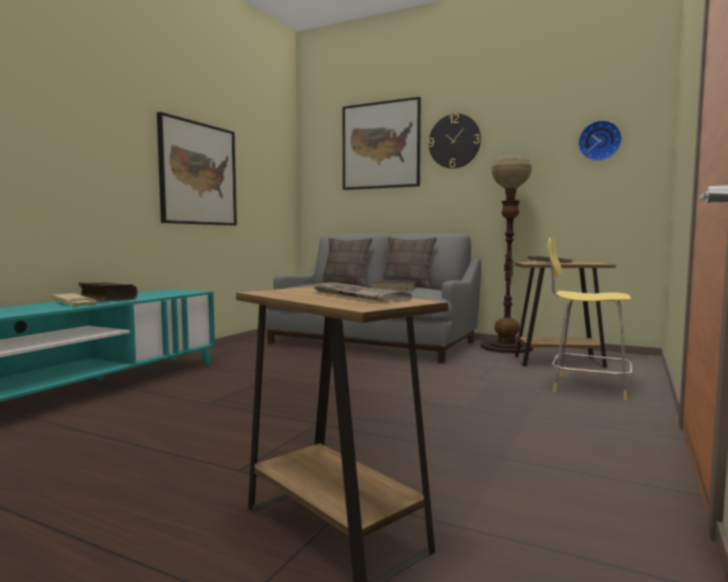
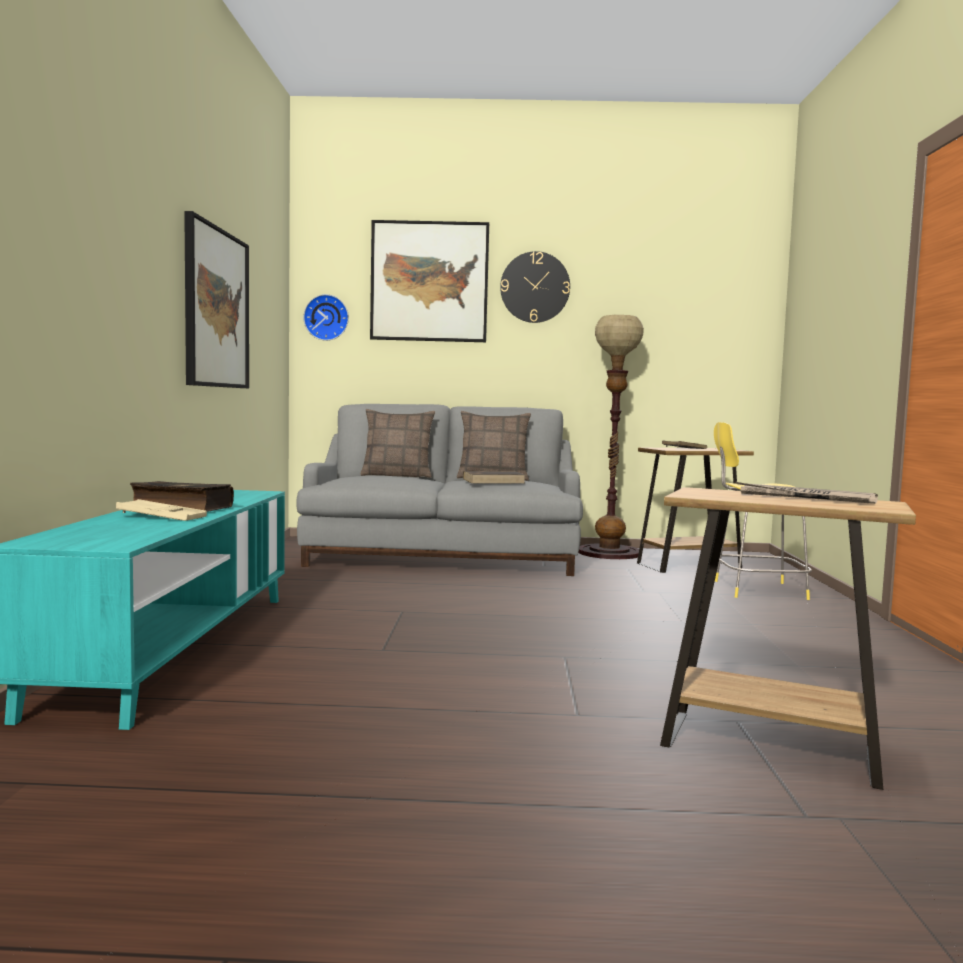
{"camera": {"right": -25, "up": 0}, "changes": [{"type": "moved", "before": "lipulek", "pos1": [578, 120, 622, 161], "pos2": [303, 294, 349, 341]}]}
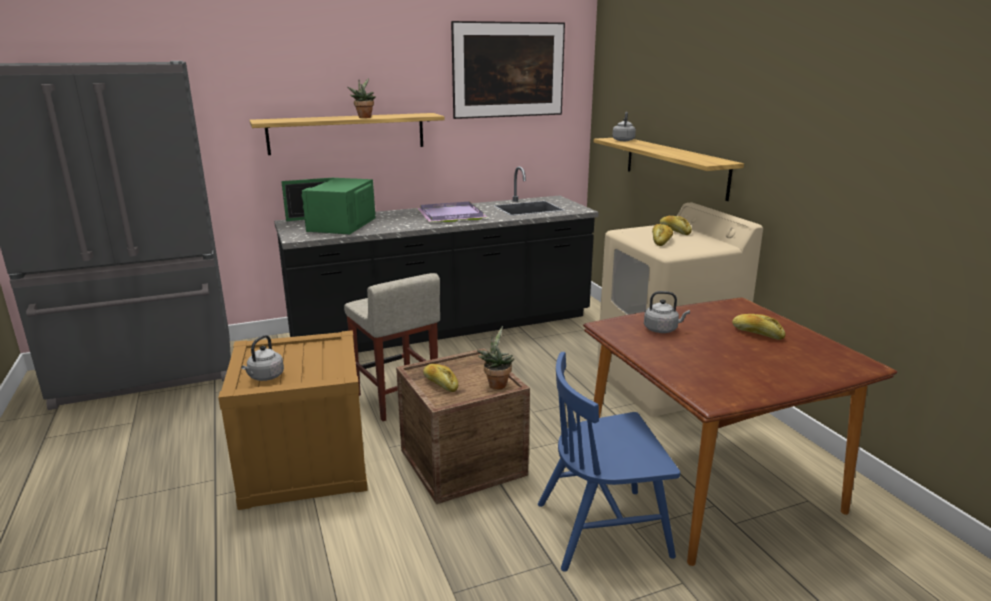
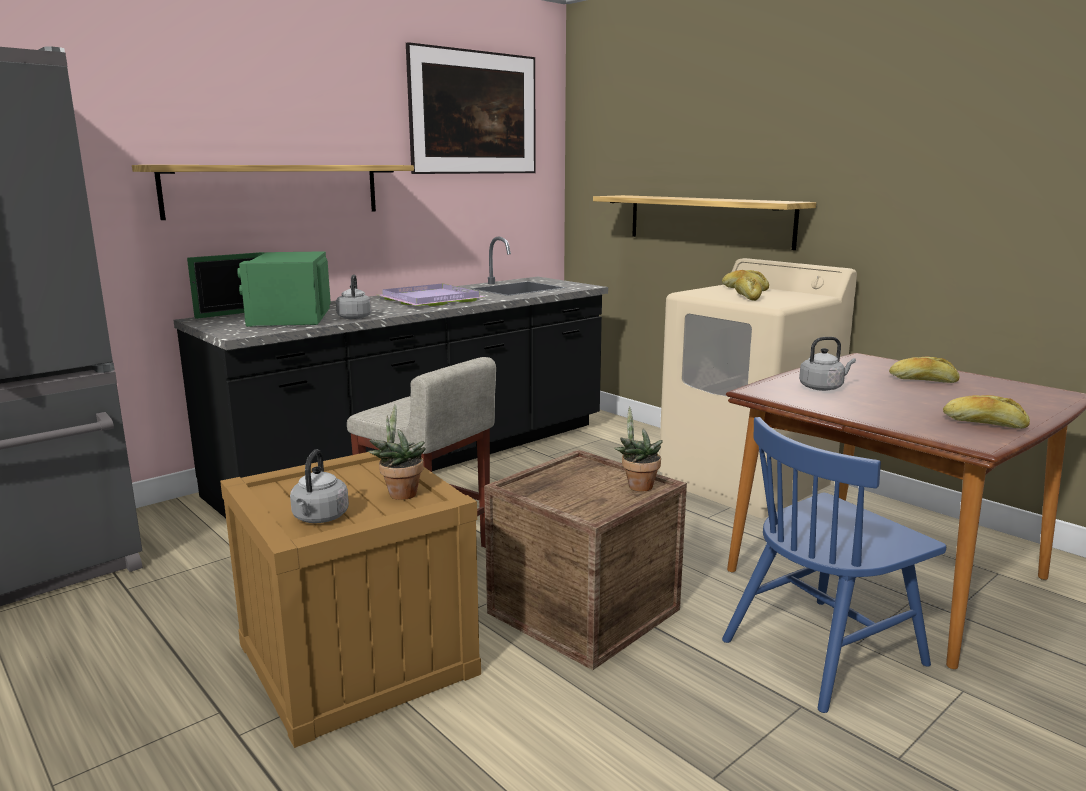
{"camera": {"right": -20, "up": -5}, "changes": [{"type": "moved", "before": "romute", "pos1": [348, 78, 376, 118], "pos2": [368, 404, 426, 500]}, {"type": "moved", "before": "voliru", "pos1": [423, 364, 458, 392], "pos2": [943, 395, 1030, 429]}, {"type": "moved", "before": "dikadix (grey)", "pos1": [612, 112, 636, 141], "pos2": [336, 275, 372, 319]}]}
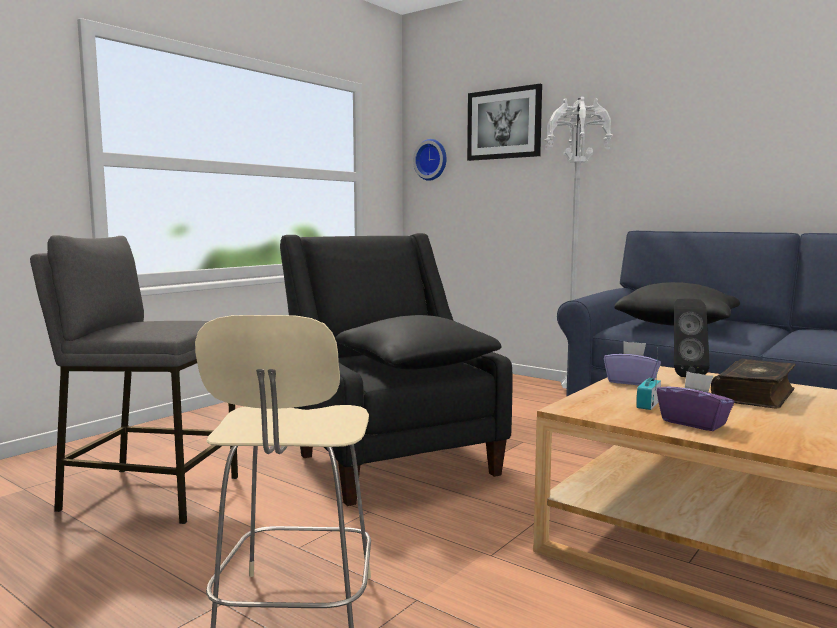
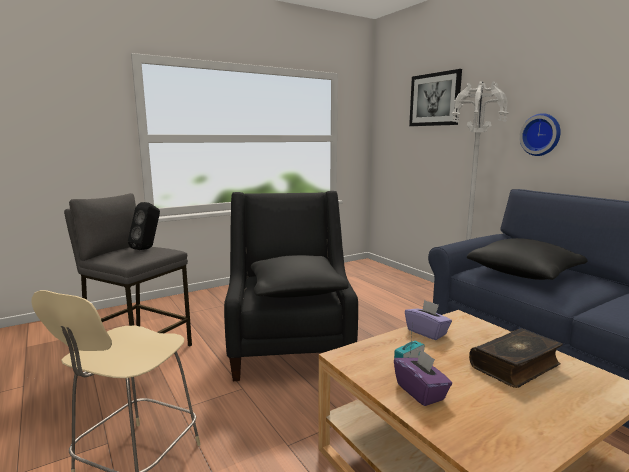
{"camera": {"right": 20, "up": 5}, "changes": [{"type": "moved", "before": "lipulek", "pos1": [413, 139, 446, 181], "pos2": [519, 113, 561, 156]}, {"type": "moved", "before": "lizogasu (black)", "pos1": [674, 299, 710, 377], "pos2": [128, 202, 160, 250]}]}
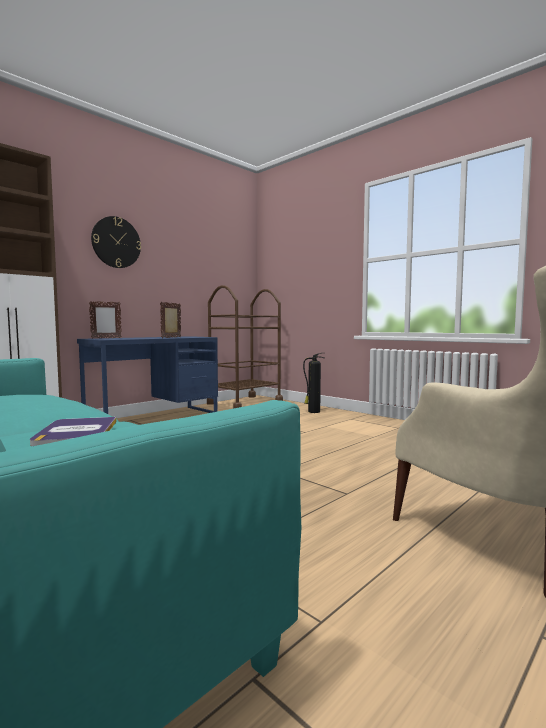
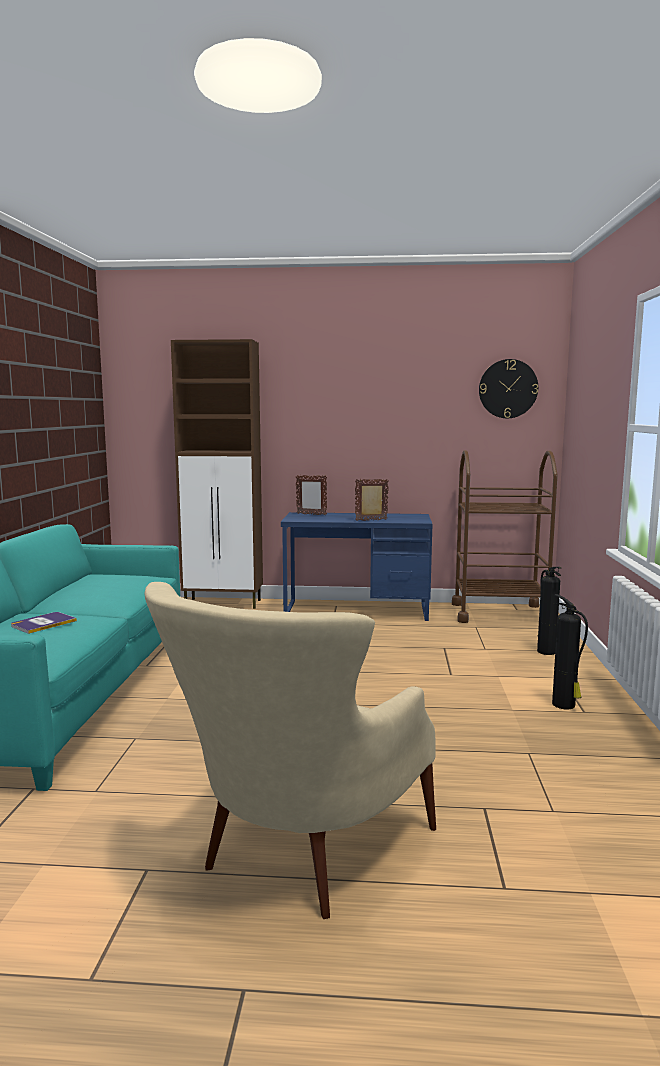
{"camera": {"right": 50, "up": 5}, "changes": [{"type": "moved", "before": "lipulek", "pos1": [91, 216, 141, 268], "pos2": [479, 359, 538, 418]}, {"type": "added", "after": "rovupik", "pos2": [552, 594, 588, 709]}]}
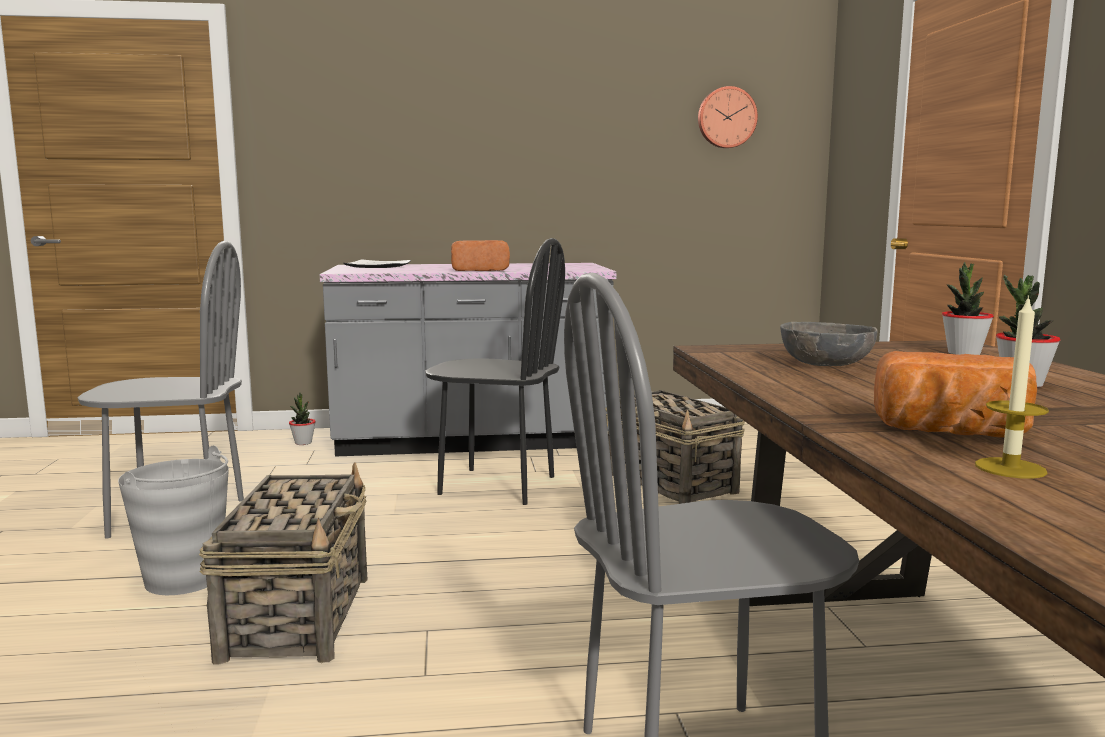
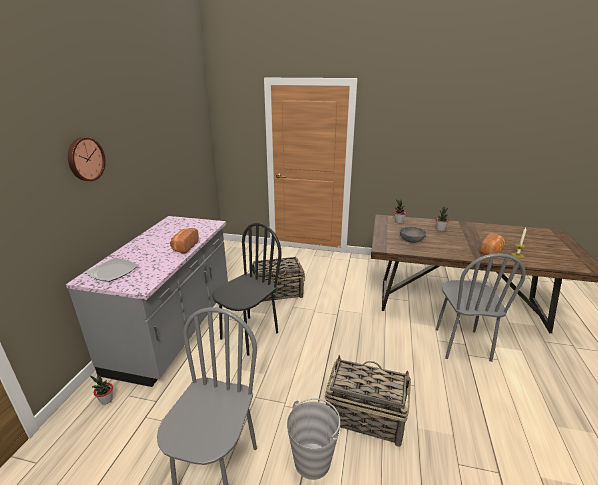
{"camera": {"right": -70, "up": 15}, "changes": [{"type": "moved", "before": "lipulek", "pos1": [698, 86, 758, 148], "pos2": [68, 137, 106, 181]}]}
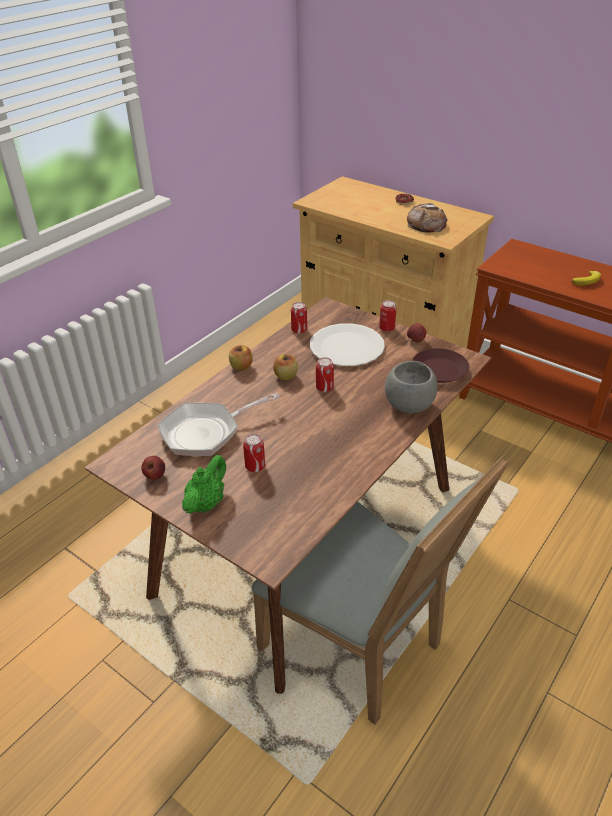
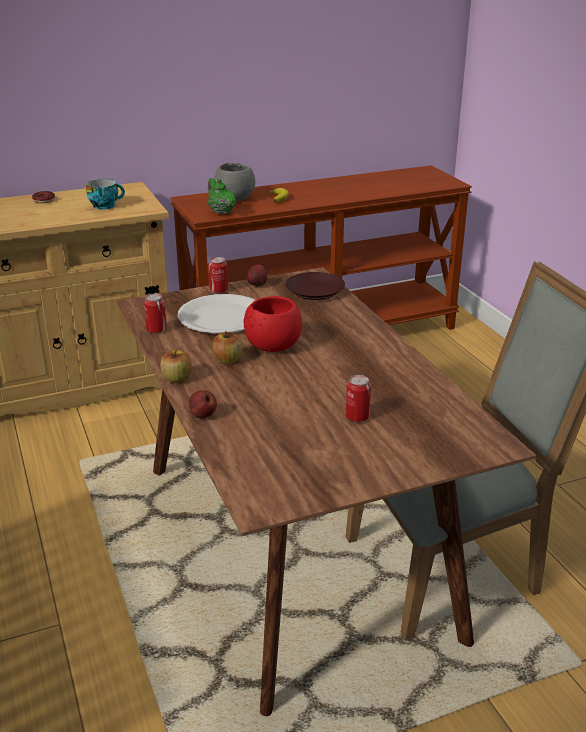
{"camera": {"right": -60, "up": -10}, "changes": [{"type": "moved", "before": "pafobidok", "pos1": [141, 456, 165, 480], "pos2": [189, 390, 217, 419]}, {"type": "removed", "before": "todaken", "pos1": [158, 393, 281, 456]}, {"type": "moved", "before": "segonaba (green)", "pos1": [182, 455, 226, 513], "pos2": [208, 178, 236, 214]}, {"type": "replaced", "before": "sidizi", "after": "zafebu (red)", "pos1": [316, 357, 334, 392], "pos2": [244, 296, 302, 352]}, {"type": "moved", "before": "zafebu (grey)", "pos1": [385, 361, 438, 413], "pos2": [215, 163, 255, 201]}, {"type": "replaced", "before": "voliru", "after": "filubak", "pos1": [407, 203, 448, 233], "pos2": [86, 178, 125, 210]}]}
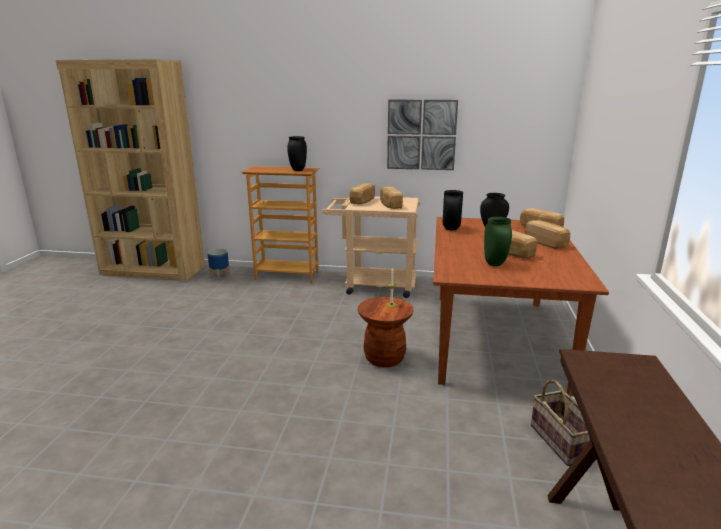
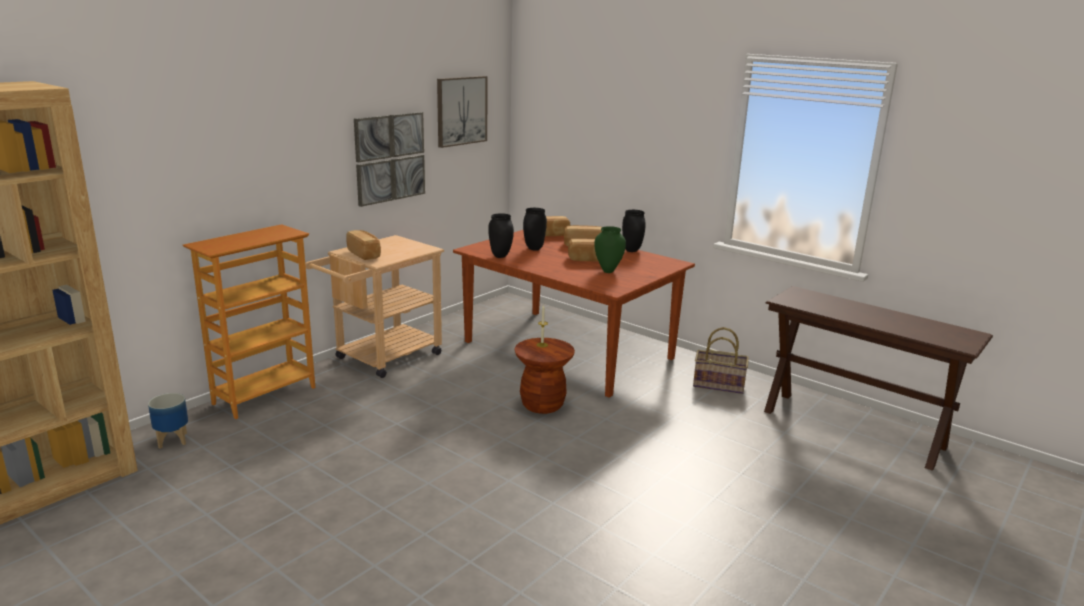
{"camera": {"right": -60, "up": 0}, "changes": [{"type": "moved", "before": "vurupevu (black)", "pos1": [287, 136, 307, 171], "pos2": [622, 210, 646, 252]}, {"type": "removed", "before": "voliru", "pos1": [380, 186, 403, 209]}, {"type": "added", "after": "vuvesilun", "pos2": [437, 76, 488, 148]}]}
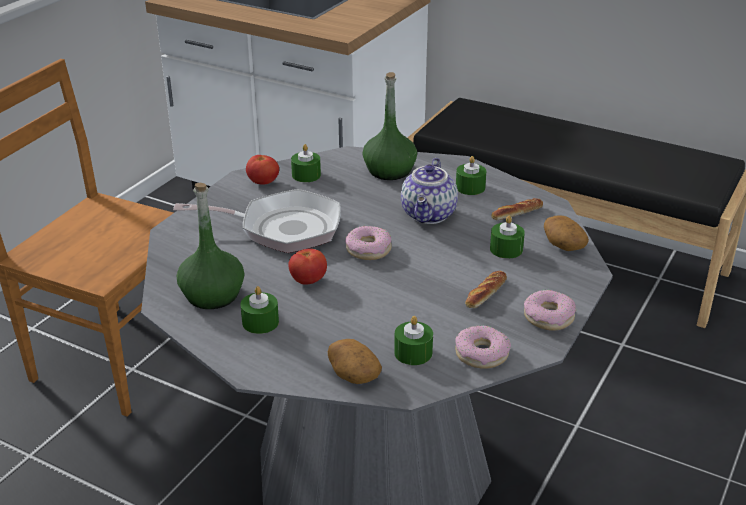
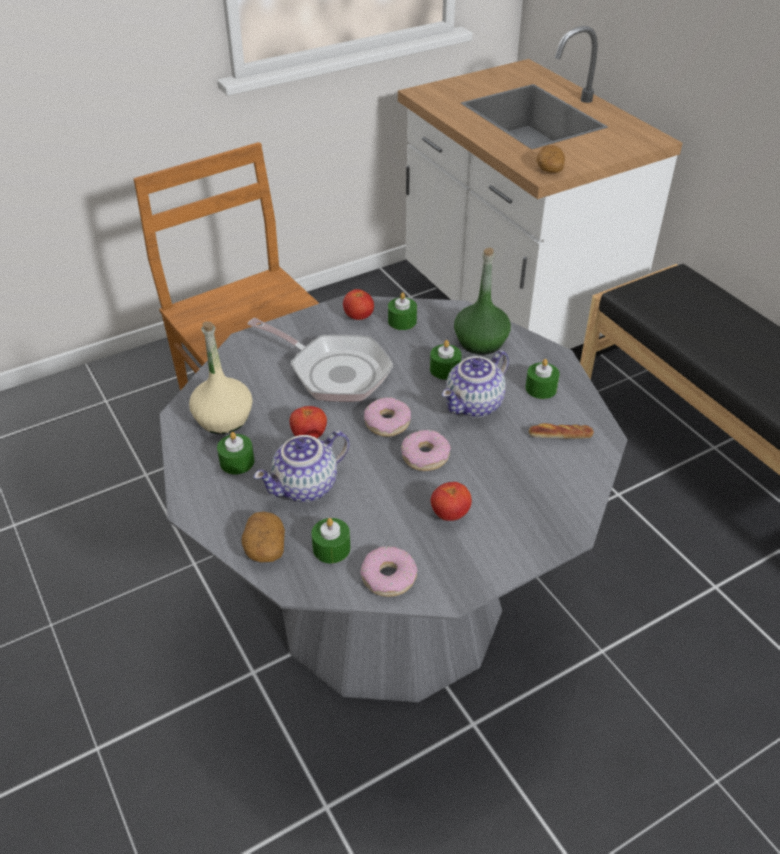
{"camera": {"right": 30, "up": 10}, "changes": [{"type": "recoloured", "before": "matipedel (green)", "after": "matipedel (beige)", "pos1": [177, 183, 244, 309], "pos2": [189, 321, 252, 434]}, {"type": "replaced", "before": "voliru", "after": "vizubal", "pos1": [465, 271, 507, 308], "pos2": [431, 482, 472, 521]}, {"type": "moved", "before": "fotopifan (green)", "pos1": [490, 215, 525, 259], "pos2": [430, 340, 462, 380]}, {"type": "moved", "before": "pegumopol", "pos1": [524, 290, 576, 331], "pos2": [401, 430, 451, 471]}, {"type": "moved", "before": "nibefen", "pos1": [544, 215, 589, 251], "pos2": [536, 145, 565, 173]}, {"type": "added", "after": "segonaba", "pos2": [254, 431, 349, 502]}]}
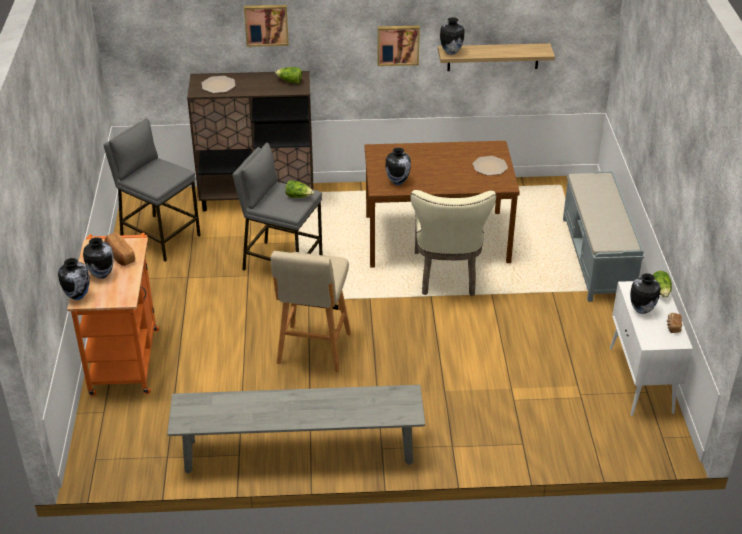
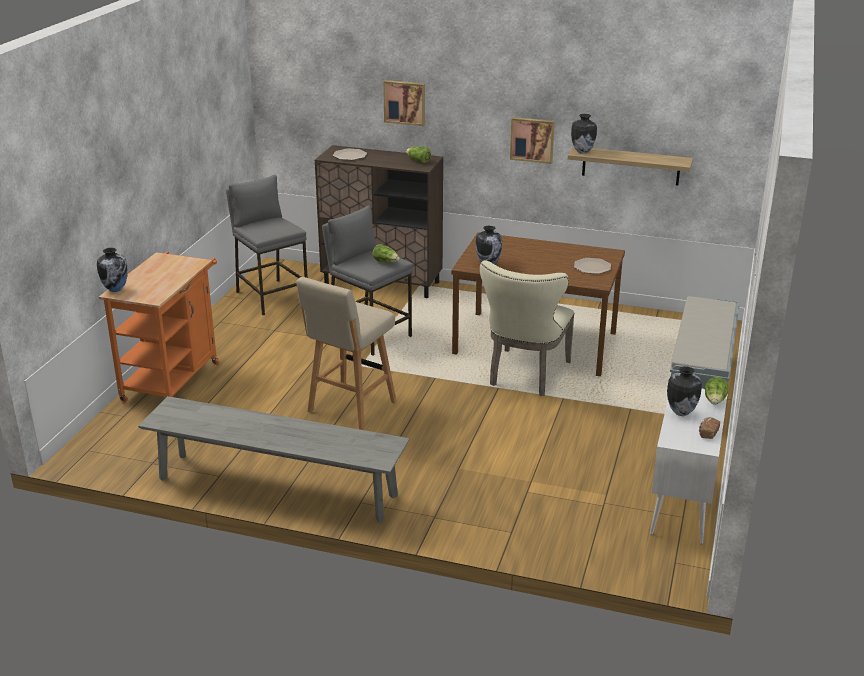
{"camera": {"right": 20, "up": -10}, "changes": [{"type": "removed", "before": "vurupevu", "pos1": [83, 237, 113, 279]}, {"type": "removed", "before": "voliru", "pos1": [104, 232, 135, 266]}]}
